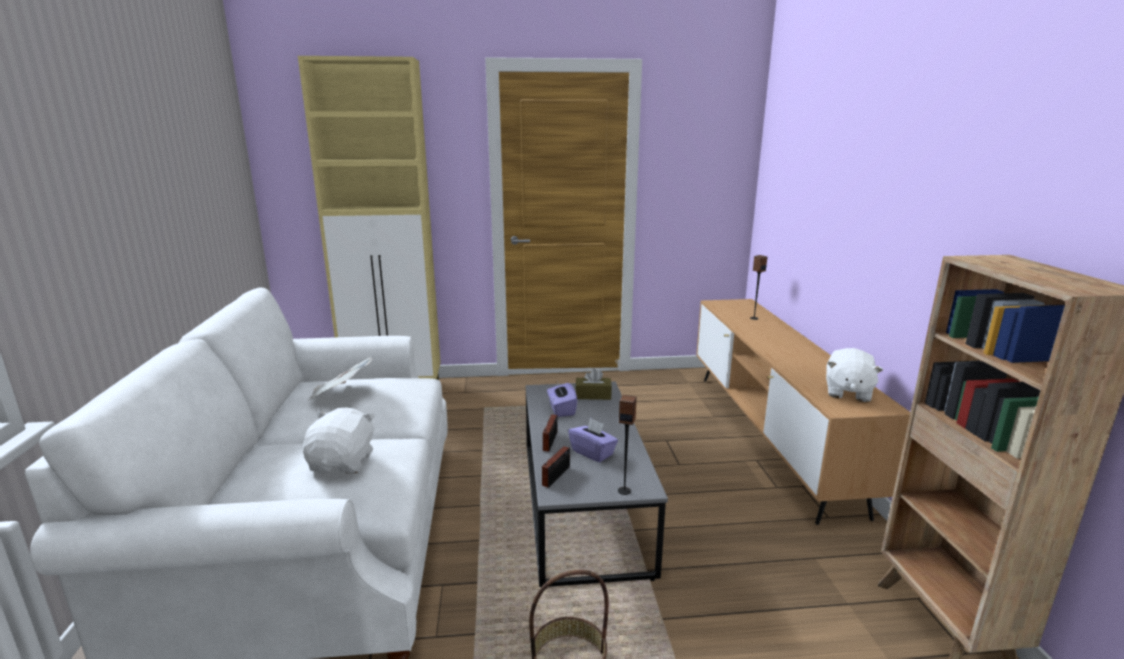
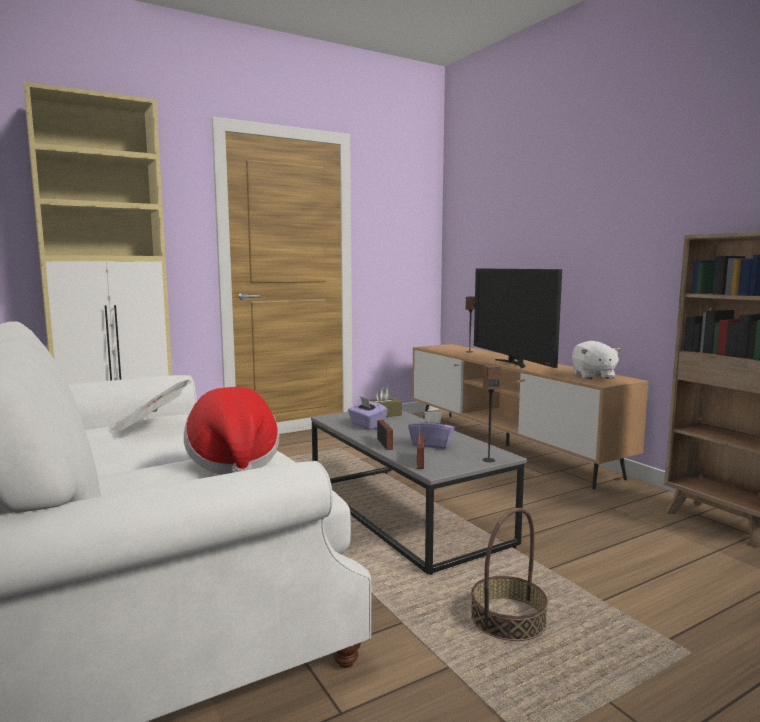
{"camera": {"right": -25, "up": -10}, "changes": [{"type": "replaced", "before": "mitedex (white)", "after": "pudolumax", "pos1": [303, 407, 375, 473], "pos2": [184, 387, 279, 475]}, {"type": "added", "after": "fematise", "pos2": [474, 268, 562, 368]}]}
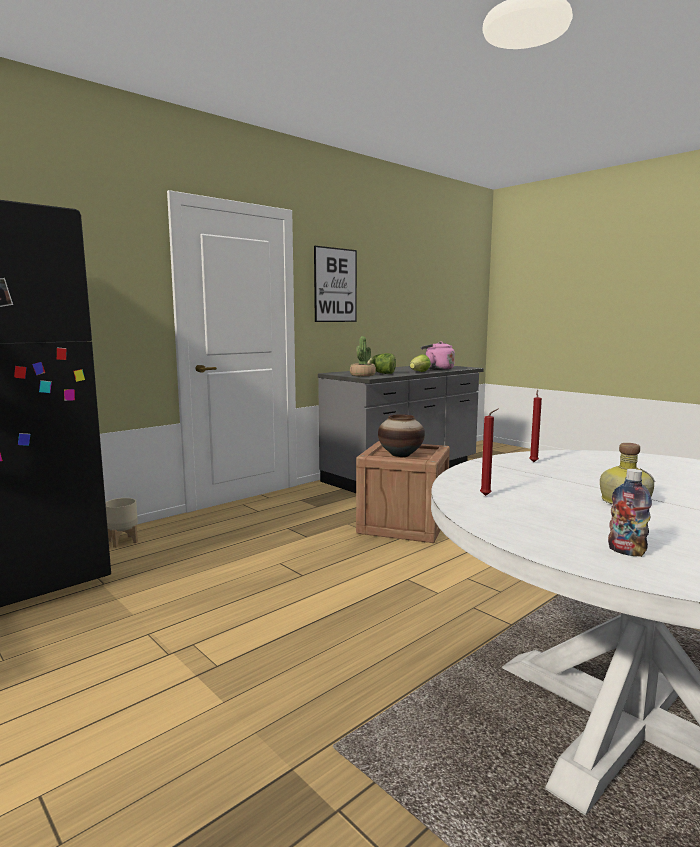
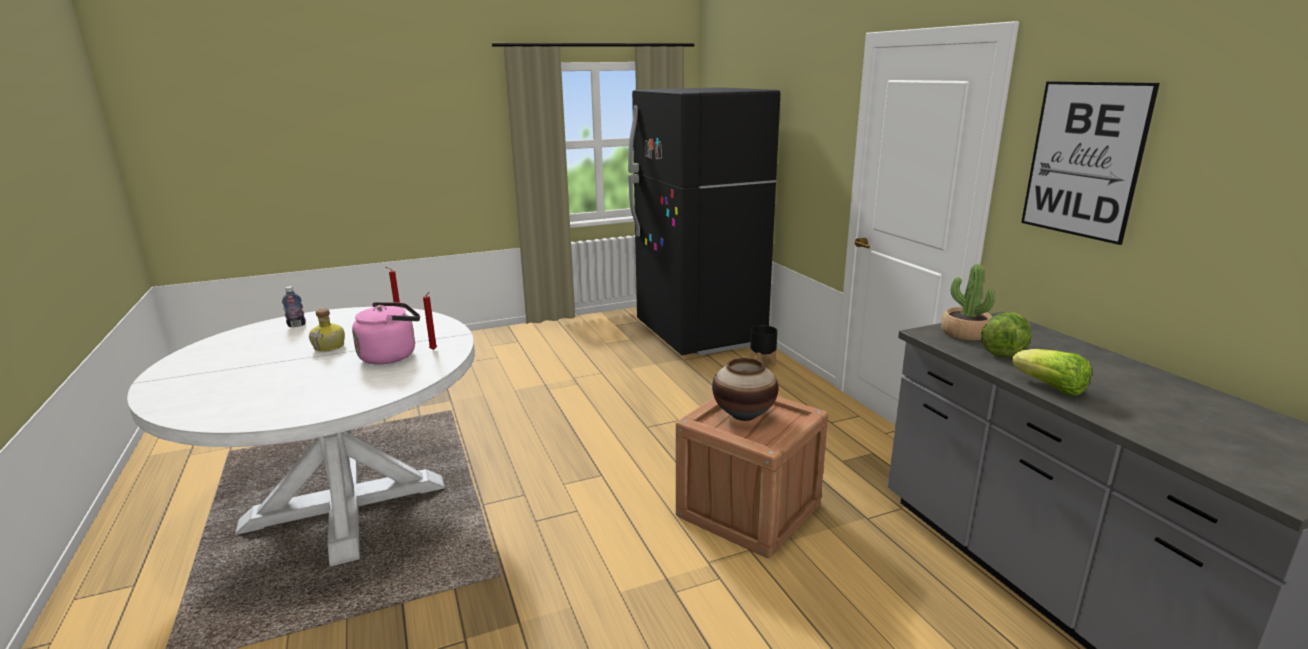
{"camera": {"right": 110, "up": 10}, "changes": [{"type": "recoloured", "before": "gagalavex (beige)", "after": "gagalavex (black)", "pos1": [105, 498, 138, 548], "pos2": [750, 325, 778, 366]}, {"type": "moved", "before": "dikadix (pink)", "pos1": [421, 341, 455, 370], "pos2": [352, 302, 420, 365]}]}
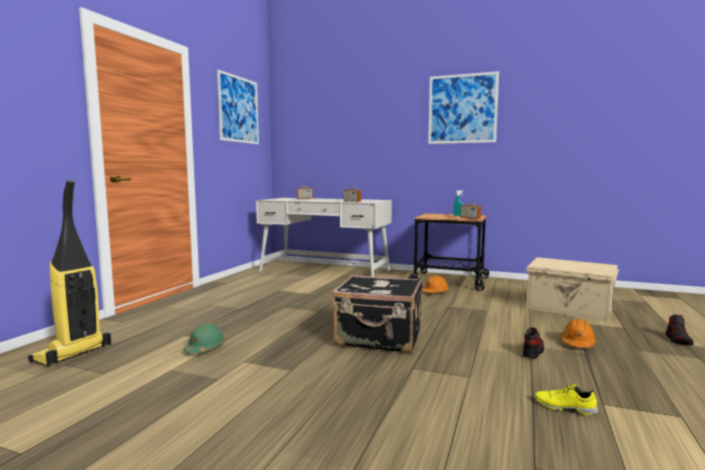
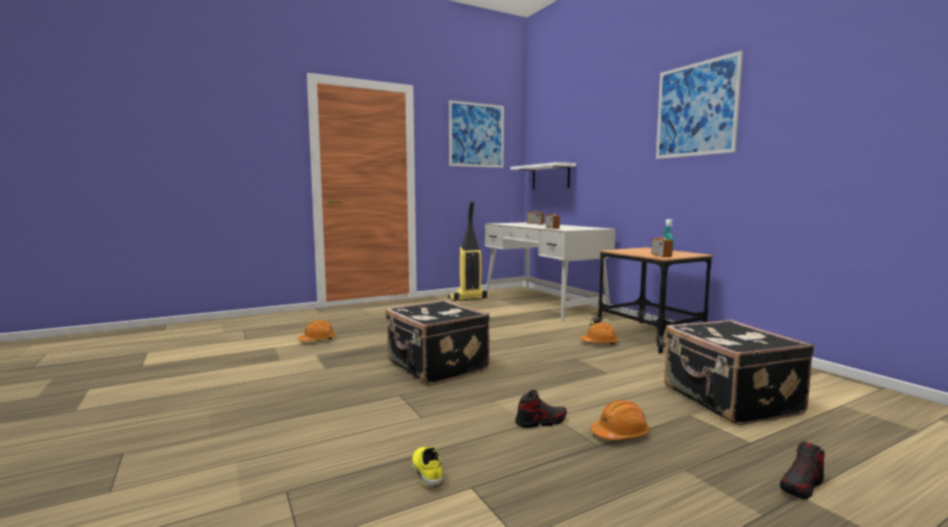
{"camera": {"right": 40, "up": 0}, "changes": [{"type": "moved", "before": "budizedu", "pos1": [28, 180, 111, 366], "pos2": [448, 201, 487, 301]}, {"type": "recoloured", "before": "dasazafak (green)", "after": "dasazafak (orange)", "pos1": [184, 323, 225, 353], "pos2": [298, 320, 336, 341]}, {"type": "replaced", "before": "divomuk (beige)", "after": "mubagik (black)", "pos1": [525, 257, 619, 322], "pos2": [664, 320, 814, 425]}, {"type": "added", "after": "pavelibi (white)", "pos2": [510, 162, 576, 189]}]}
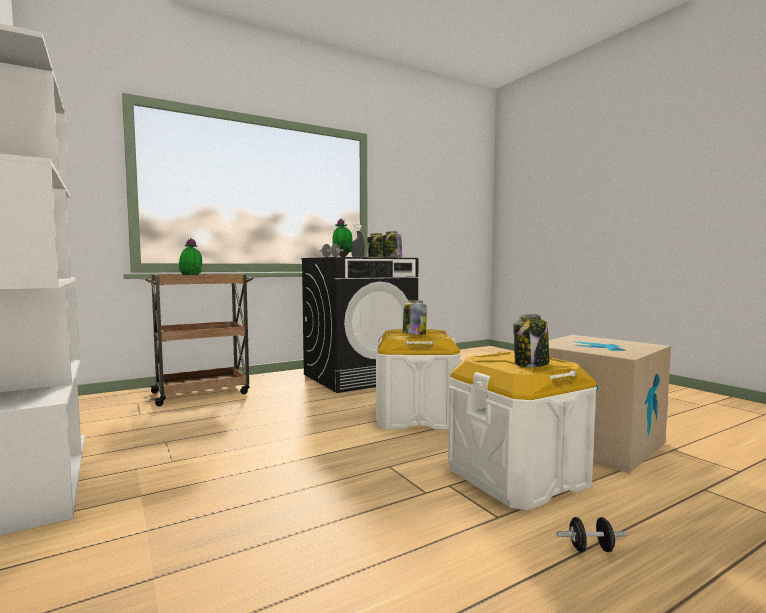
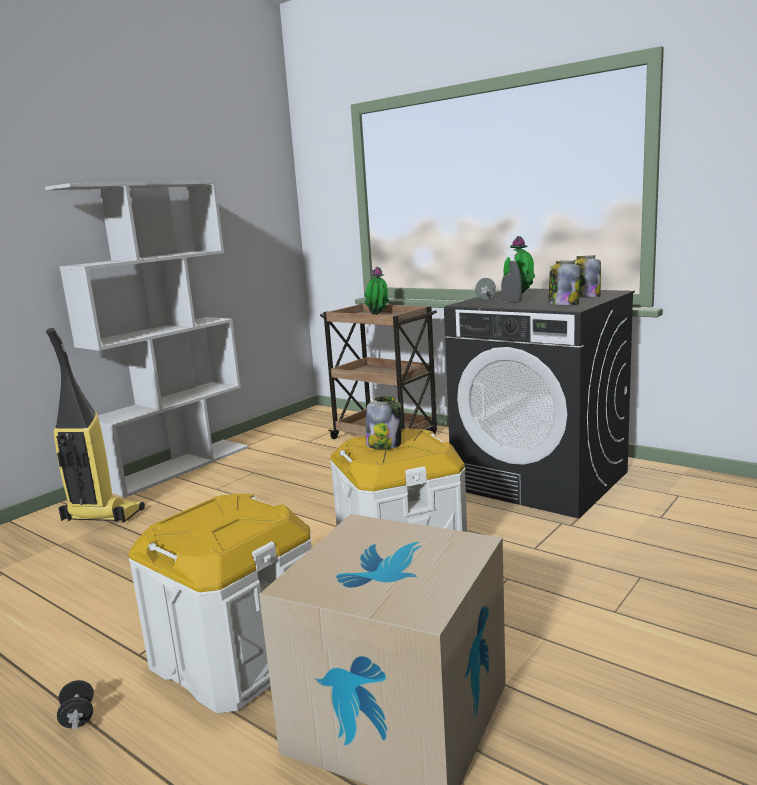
{"camera": {"right": 70, "up": 10}, "changes": [{"type": "removed", "before": "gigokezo", "pos1": [513, 314, 549, 367]}, {"type": "added", "after": "budizedu", "pos2": [46, 328, 145, 523]}]}
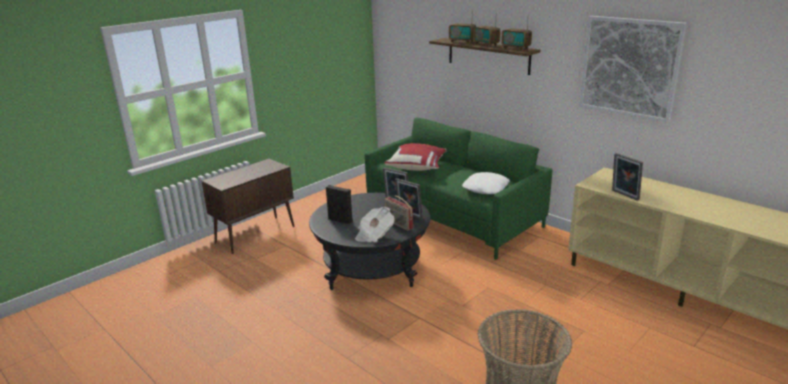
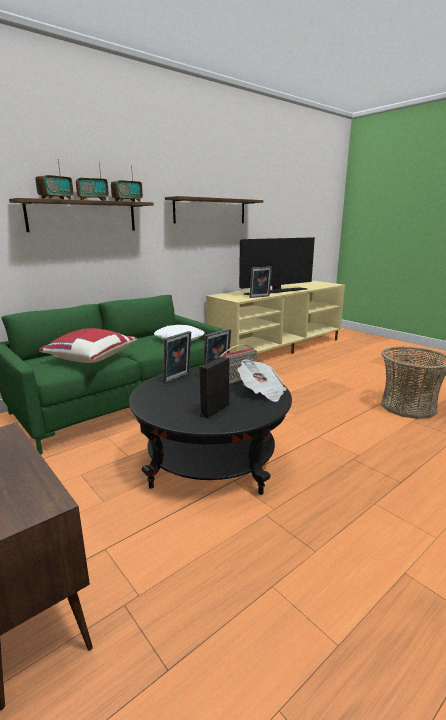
{"camera": {"right": -85, "up": -5}, "changes": [{"type": "replaced", "before": "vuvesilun", "after": "pavelibi", "pos1": [579, 16, 687, 123], "pos2": [165, 196, 263, 224]}, {"type": "added", "after": "fematise", "pos2": [239, 237, 315, 295]}]}
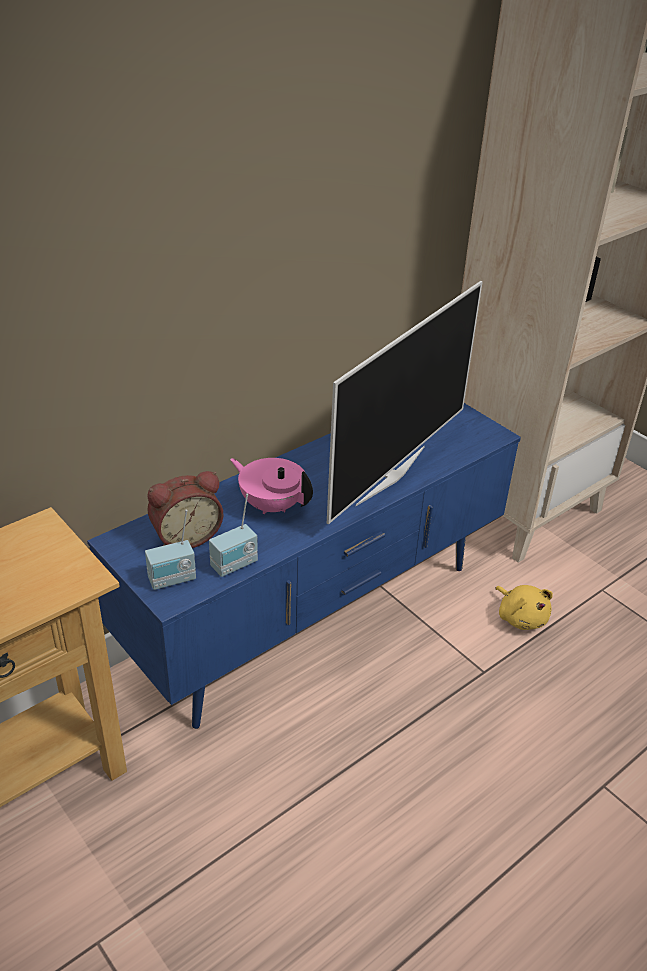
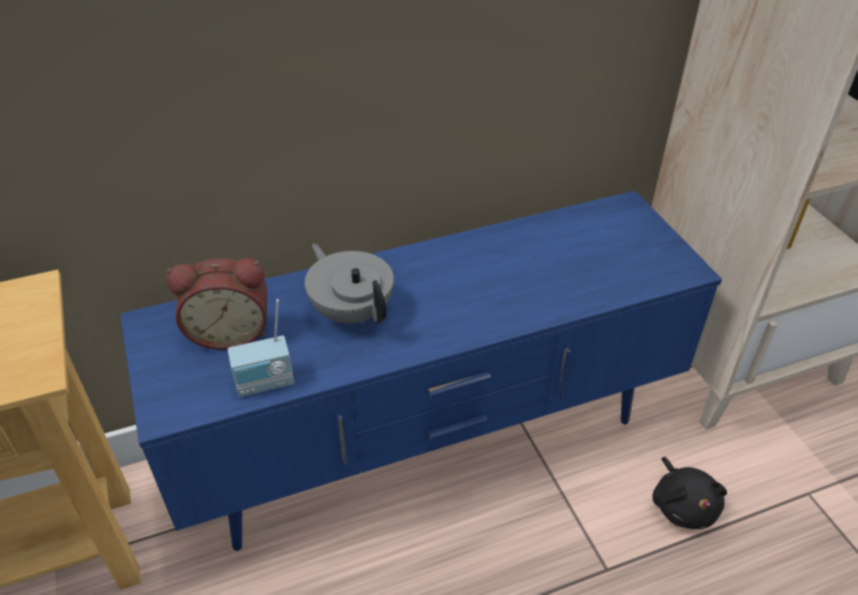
{"camera": {"right": 20, "up": 5}, "changes": [{"type": "removed", "before": "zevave", "pos1": [145, 510, 196, 590]}, {"type": "recoloured", "before": "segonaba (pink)", "after": "segonaba (grey)", "pos1": [230, 458, 313, 514], "pos2": [305, 244, 394, 324]}, {"type": "removed", "before": "fematise", "pos1": [327, 281, 483, 524]}, {"type": "recoloured", "before": "mitedex (yellow)", "after": "mitedex (black)", "pos1": [495, 585, 553, 630], "pos2": [652, 457, 727, 529]}]}
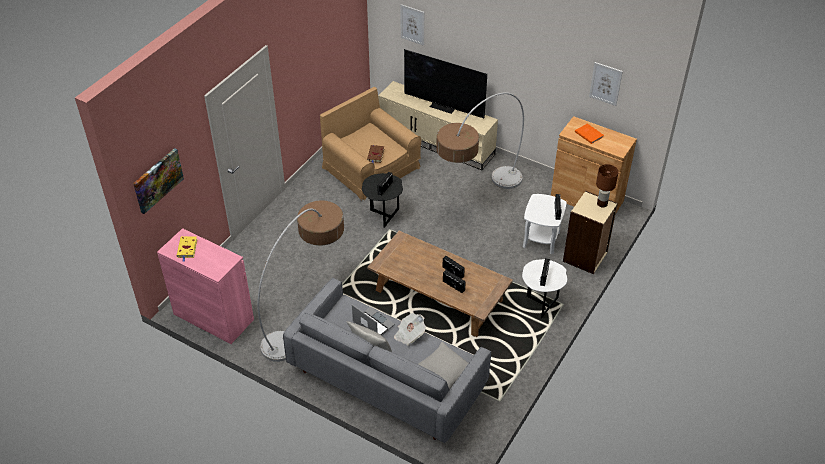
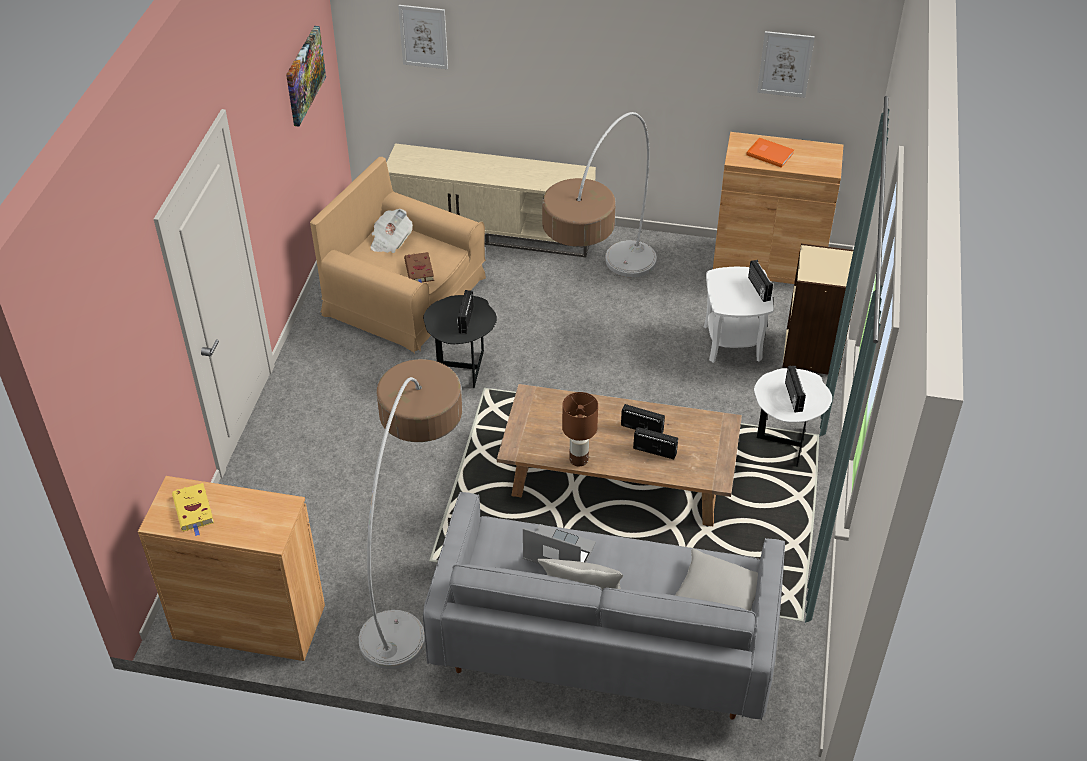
{"camera": {"right": -20, "up": 0}, "changes": [{"type": "moved", "before": "vuvesilun", "pos1": [133, 148, 184, 214], "pos2": [286, 26, 326, 127]}, {"type": "recoloured", "before": "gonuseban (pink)", "after": "gonuseban (brown)", "pos1": [157, 228, 254, 344], "pos2": [138, 476, 325, 661]}, {"type": "moved", "before": "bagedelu", "pos1": [394, 313, 426, 345], "pos2": [370, 209, 413, 253]}, {"type": "removed", "before": "fematise", "pos1": [404, 49, 487, 118]}, {"type": "moved", "before": "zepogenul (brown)", "pos1": [596, 164, 619, 207], "pos2": [562, 392, 598, 466]}]}
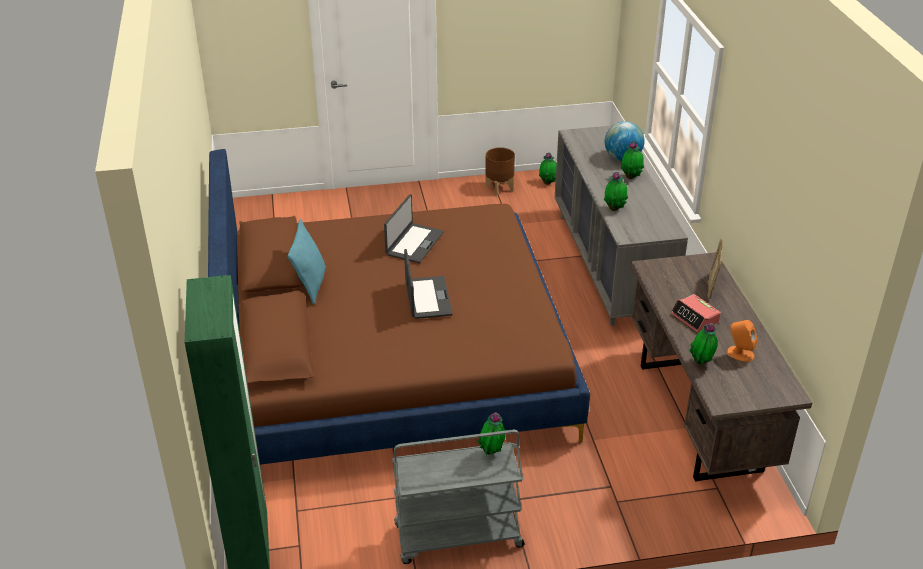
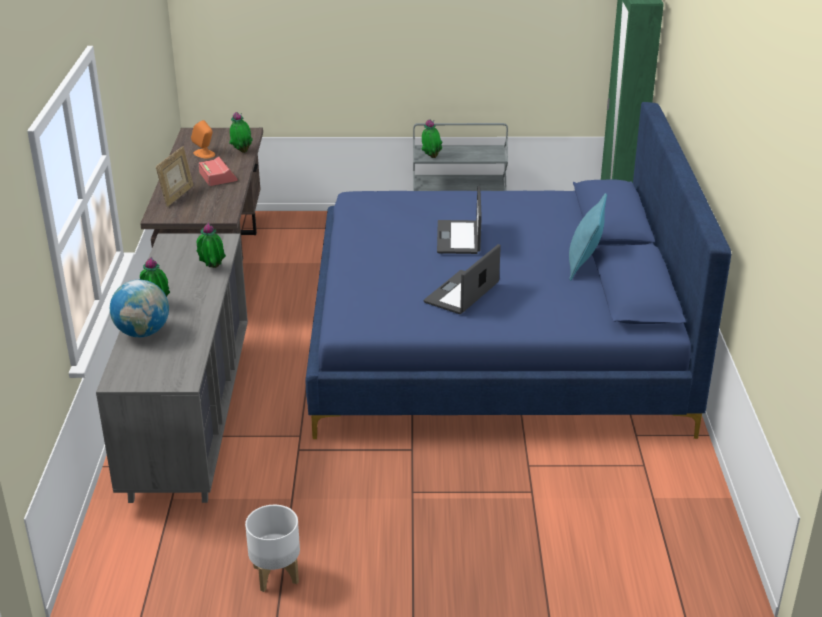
{"camera": {"right": -170, "up": -5}, "changes": [{"type": "recoloured", "before": "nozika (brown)", "after": "nozika (blue)", "pos1": [208, 149, 590, 465], "pos2": [306, 102, 731, 439]}, {"type": "recoloured", "before": "gagalavex (brown)", "after": "gagalavex (white)", "pos1": [485, 147, 515, 196], "pos2": [245, 505, 300, 592]}, {"type": "removed", "before": "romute", "pos1": [539, 153, 557, 185]}]}
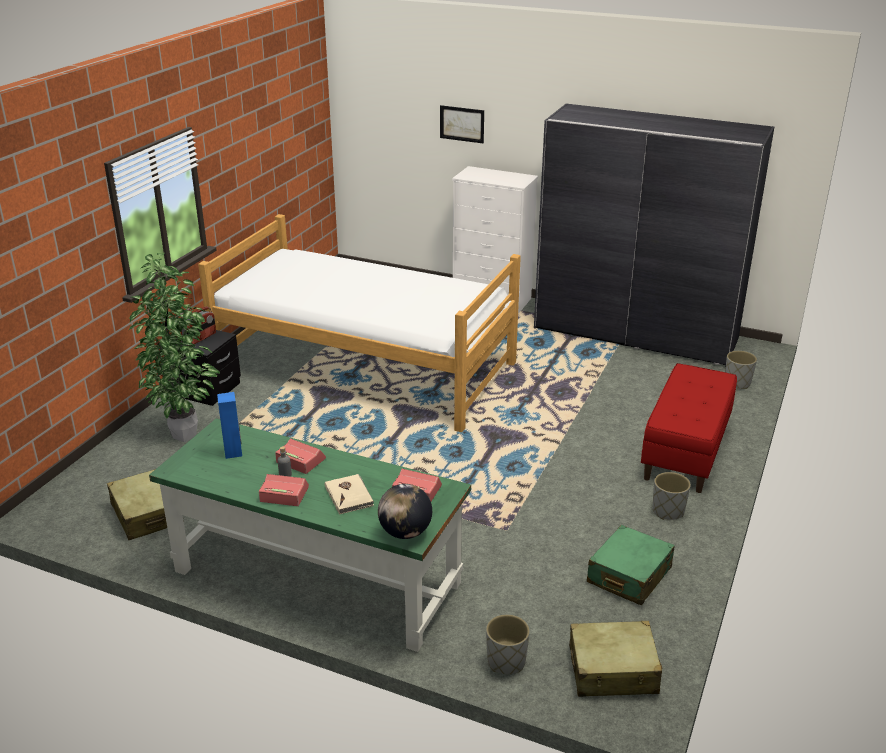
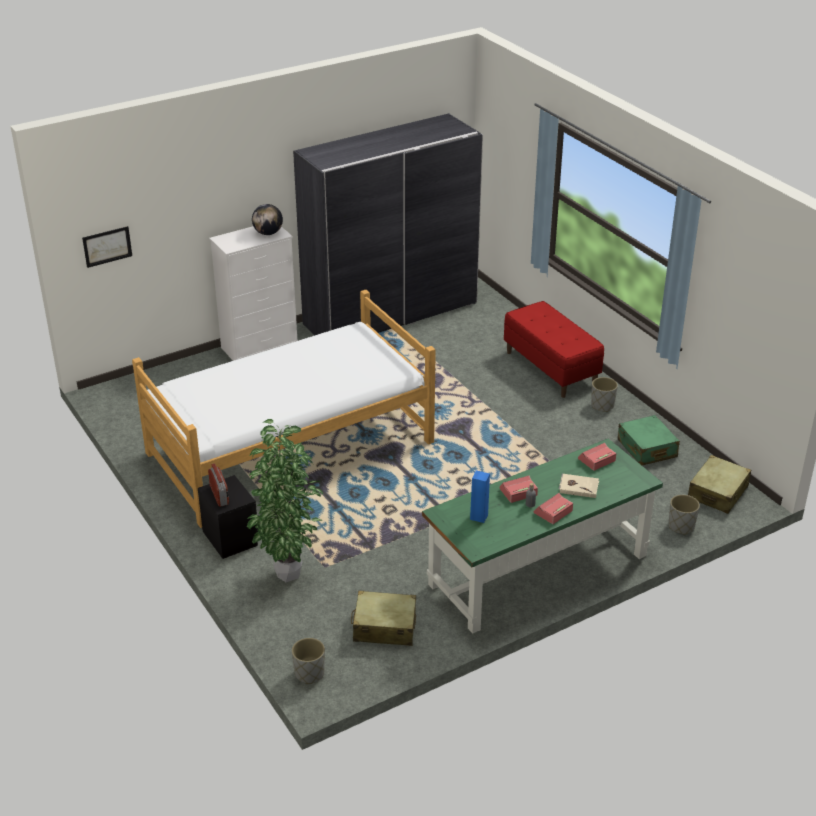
{"camera": {"right": -55, "up": 5}, "changes": [{"type": "moved", "before": "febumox", "pos1": [378, 484, 432, 539], "pos2": [252, 204, 283, 235]}, {"type": "moved", "before": "vuvesilun", "pos1": [440, 105, 484, 143], "pos2": [82, 226, 132, 268]}, {"type": "moved", "before": "gagalavex (grey)", "pos1": [725, 351, 757, 389], "pos2": [292, 638, 325, 684]}]}
